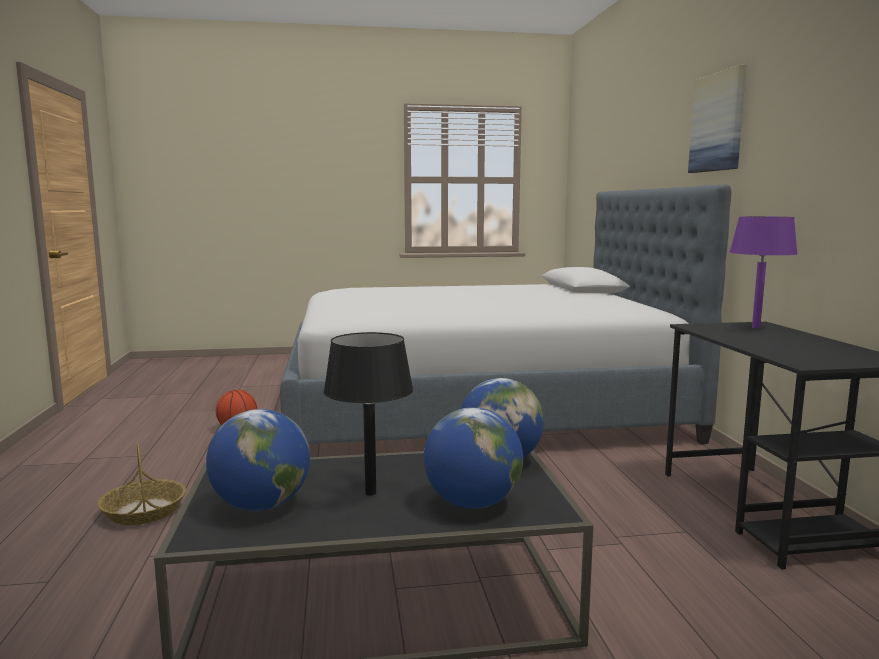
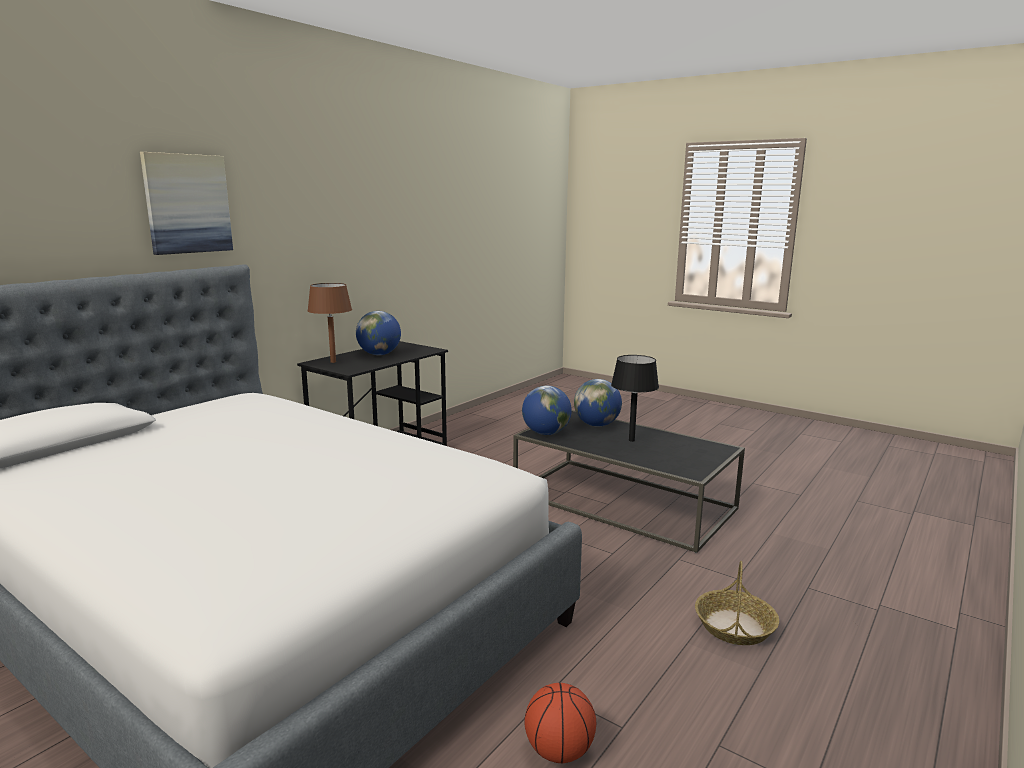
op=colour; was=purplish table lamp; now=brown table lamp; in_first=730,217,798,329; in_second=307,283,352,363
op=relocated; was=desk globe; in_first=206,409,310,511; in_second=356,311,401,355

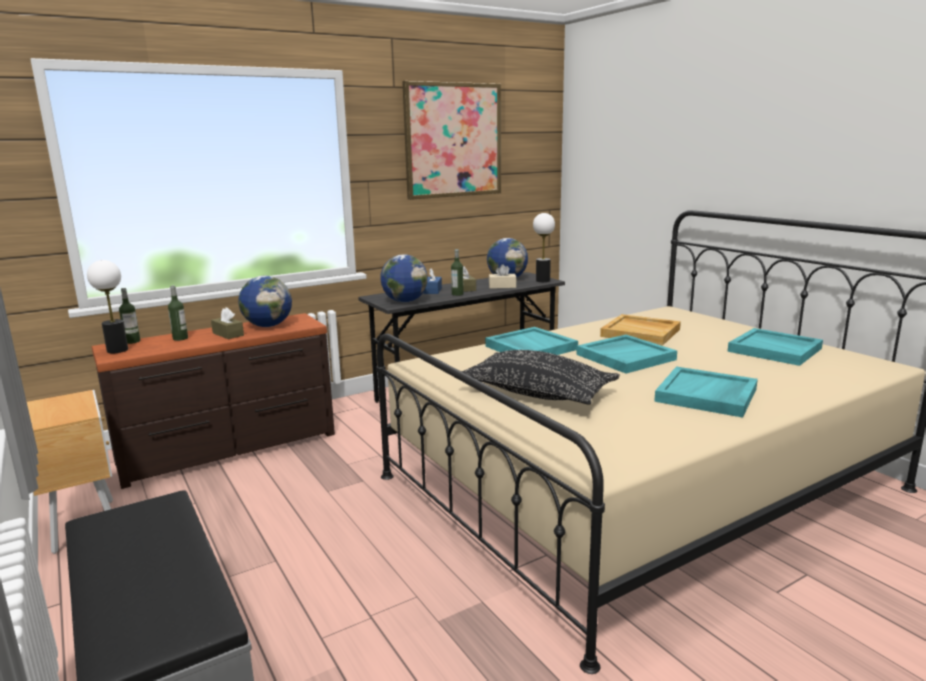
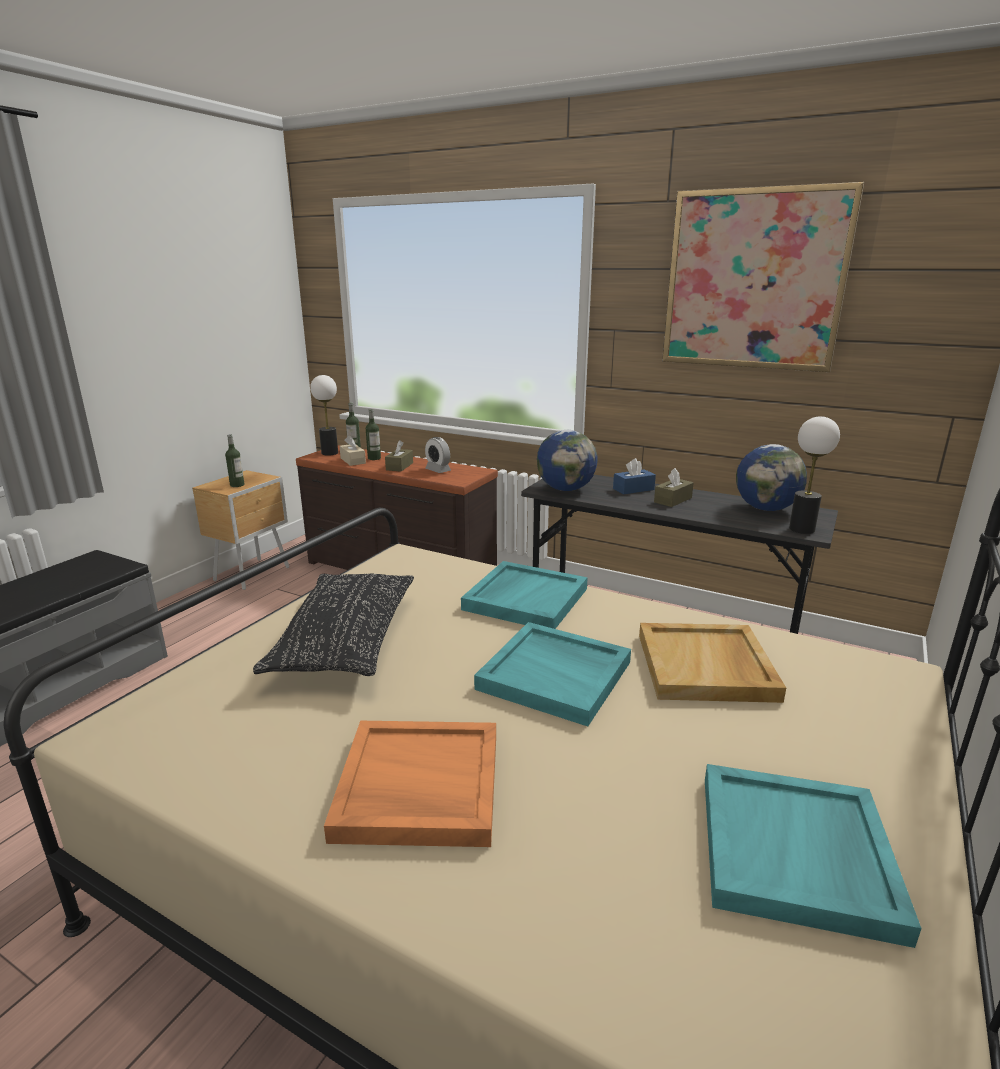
op=relocated; was=drink bottle; in_first=451,249,464,296; in_second=225,434,244,487
op=colour; was=blue-green carrying tray; now=orangey carrying tray; in_first=654,366,758,418; in_second=324,721,496,847
op=relocated; was=beige-coloured tissue box; in_first=489,264,517,288; in_second=340,435,366,466
op=exchanged; was=desk globe; now=alarm clock; in_first=238,276,292,327; in_second=425,437,451,473

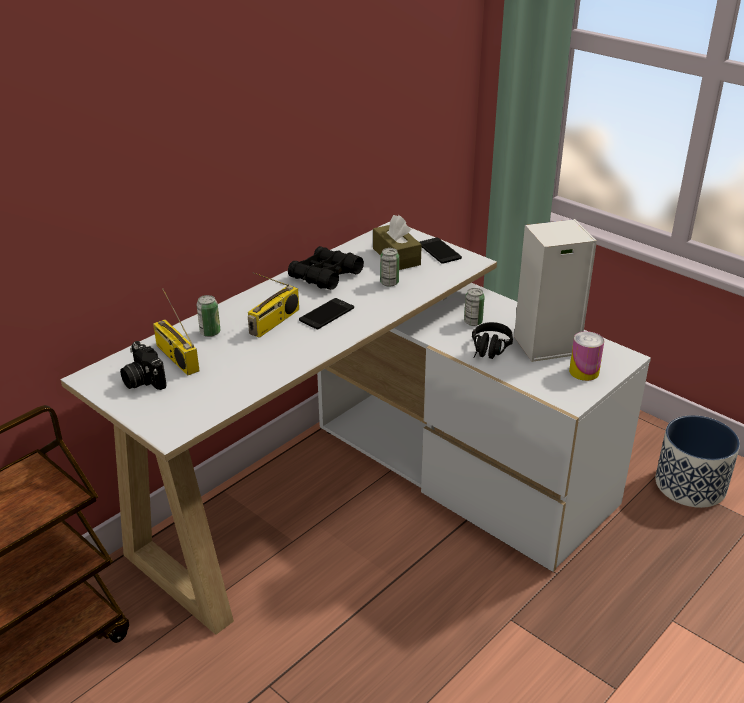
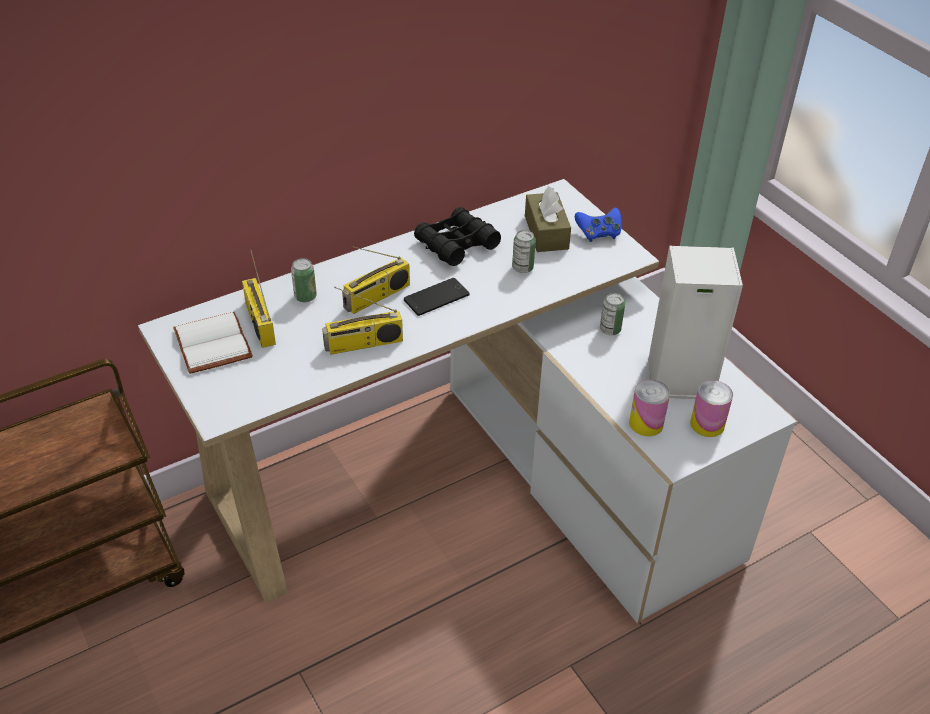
op=exchanged; was=still camera; now=white volume; in_first=120,341,166,390; in_second=173,312,253,374
op=appeared; now=radio receiver; in_second=322,287,403,355
op=exchanged; was=handset; now=bluish gamepad; in_first=419,238,462,264; in_second=575,208,622,242
op=appeared; now=can; in_second=629,379,670,436
op=missing; was=blackish pair of headphones; in_first=472,322,513,359
op=missing; was=flower pot; in_first=655,415,740,508

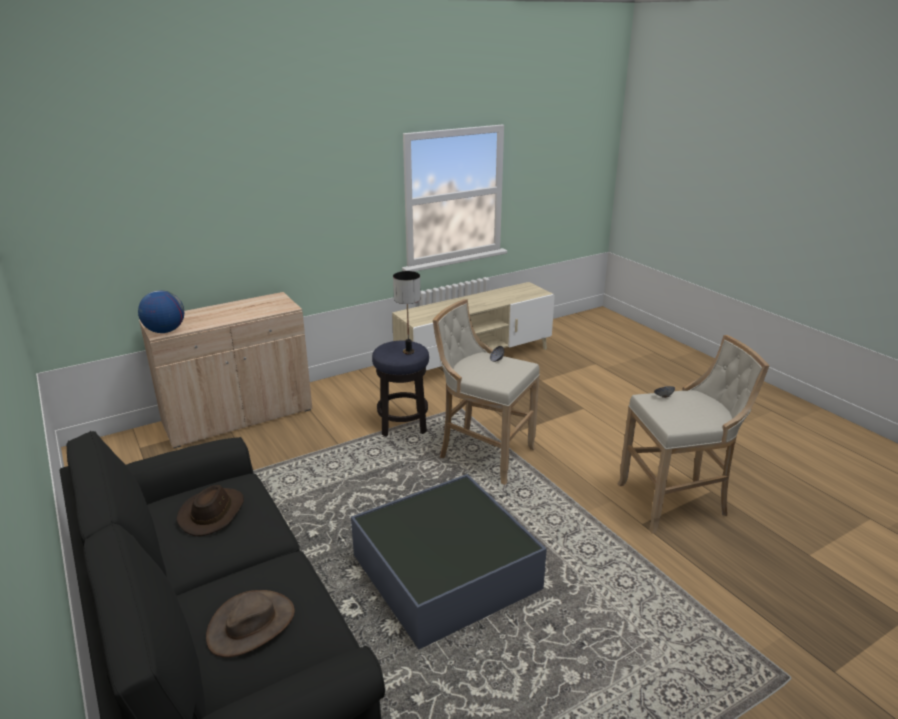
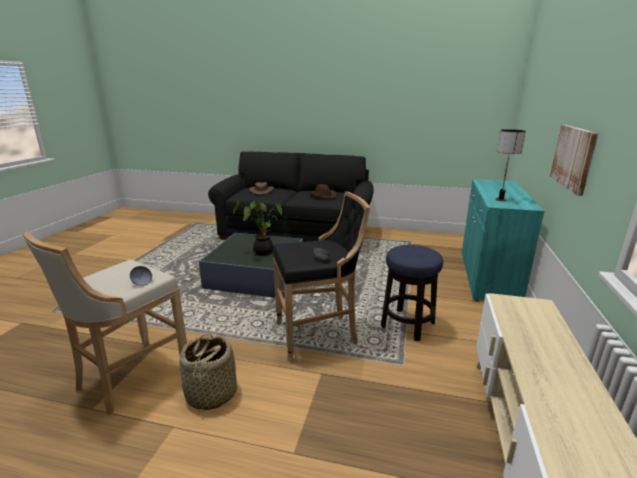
op=appeared; now=storage basket; in_second=179,333,237,412
op=appeared; now=plant in a pot; in_second=233,200,282,256
op=colour; was=beige-coloured stool seat; now=blackish stool seat; in_first=433,299,540,485; in_second=273,192,370,362
op=colour; was=beige-coloured cabinet; now=blue-green cabinet; in_first=139,292,313,448; in_second=462,179,545,302
op=relocated; was=table lamp; in_first=393,271,421,354; in_second=496,129,526,201
op=appeared; now=picture; in_second=550,125,599,196
op=missing; was=desk globe; in_first=138,290,184,333

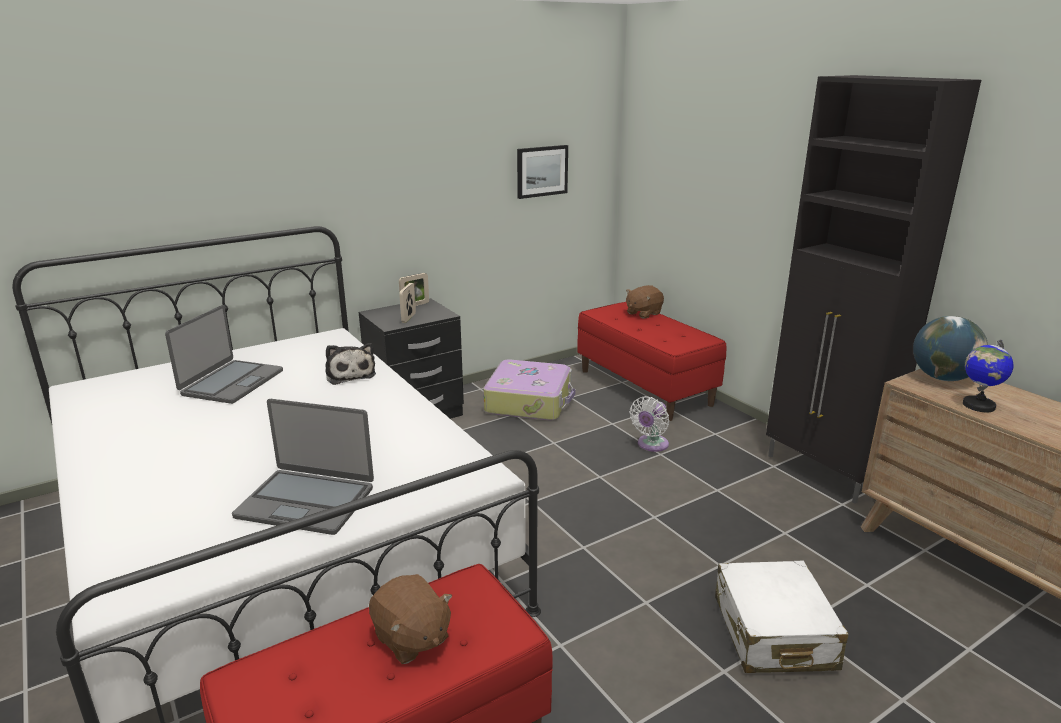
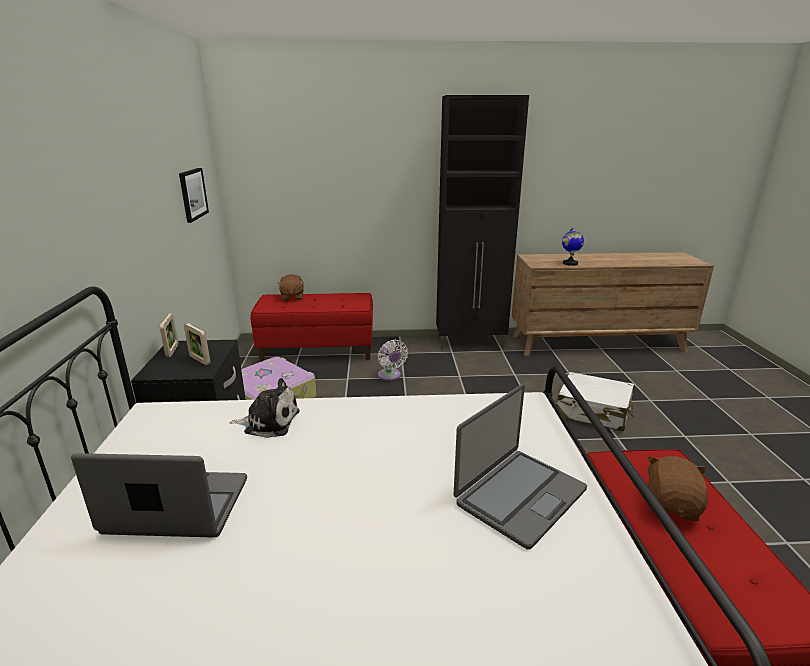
op=spun; was=notebook computer; in_first=165,305,283,404; in_second=71,453,247,538; clockwise=-45
op=spun; was=brown soft toy; in_first=369,574,452,664; in_second=647,456,708,521; clockwise=-60
op=missing; was=desk globe; in_first=913,316,988,381

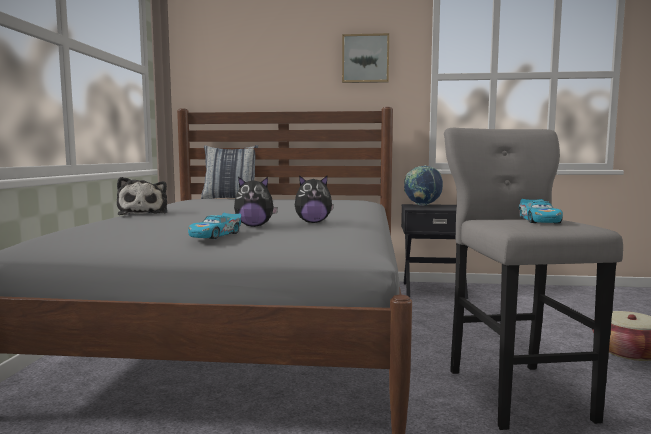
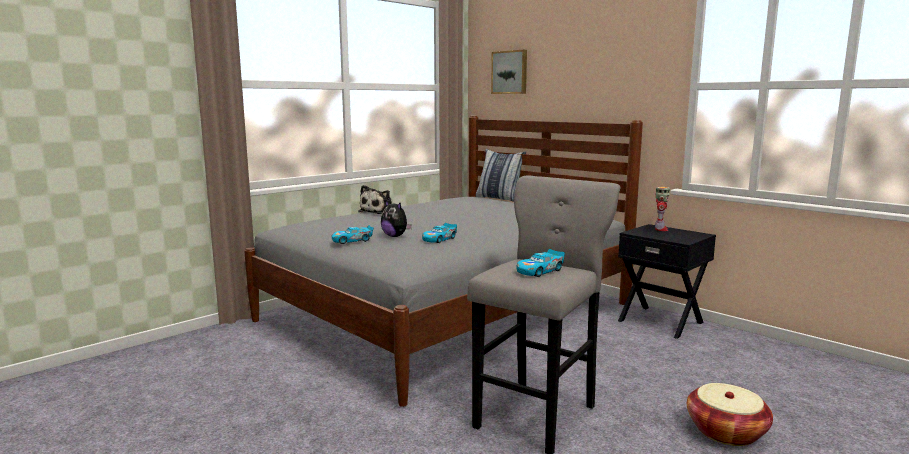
op=exchanged; was=soft toy; now=model car; in_first=295,175,334,223; in_second=422,223,457,243
op=relocated; was=picture; in_first=342,33,389,83; in_second=491,50,527,94
op=exchanged; was=desk globe; now=robot figure; in_first=404,165,443,206; in_second=655,187,670,231

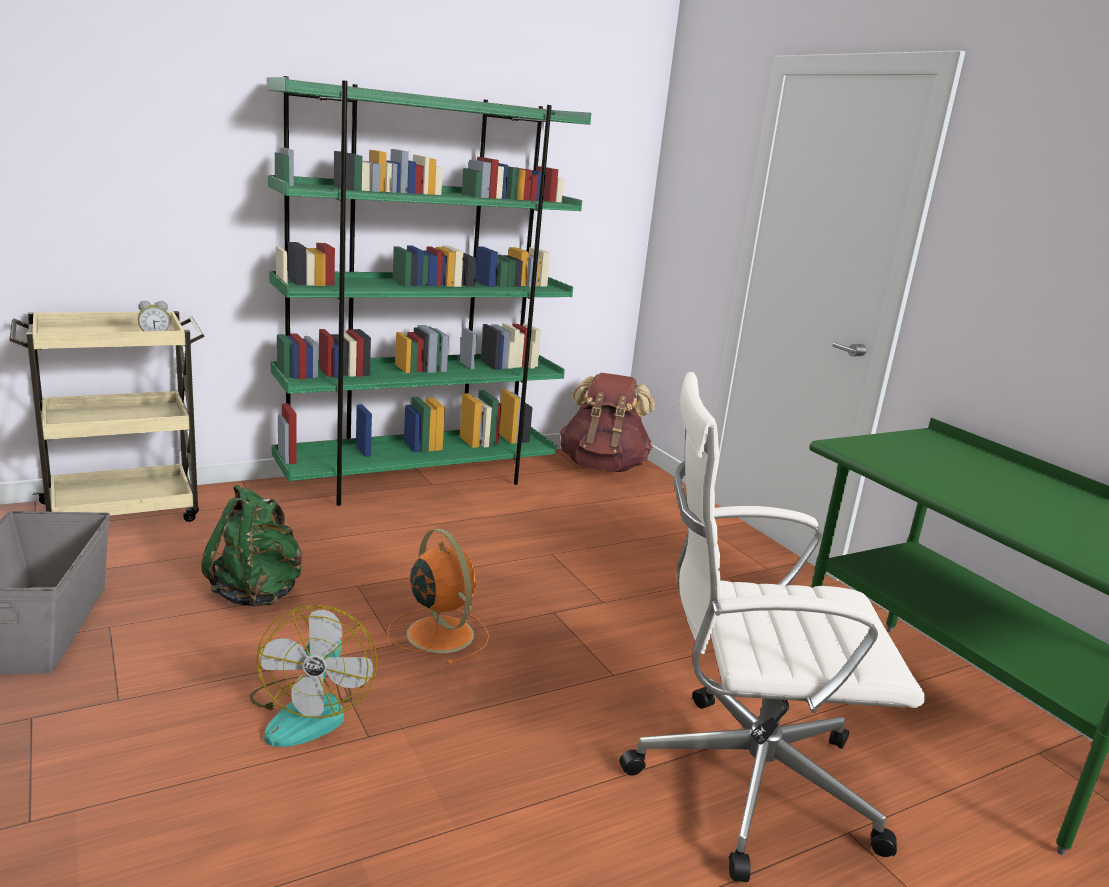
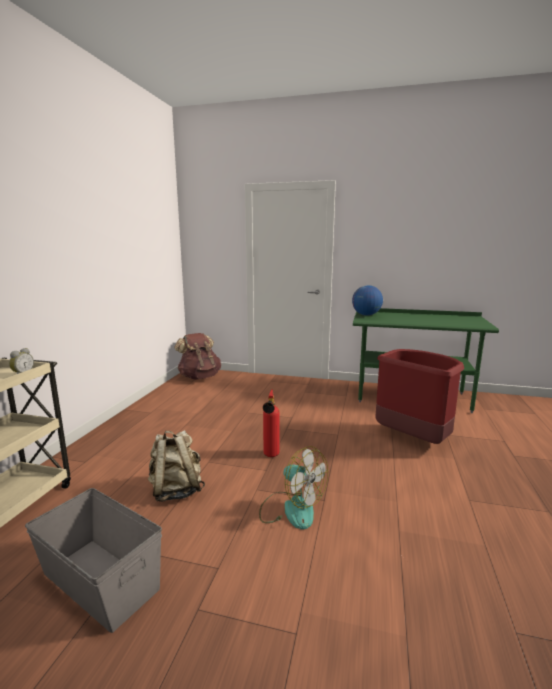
op=colour; was=green-coloured backpack; now=beige-coloured backpack; in_first=201,484,303,607; in_second=148,430,205,502
op=exchanged; was=orangey fan; now=fire extinguisher; in_first=387,529,489,665; in_second=263,389,280,457
op=appeared; now=desk globe; in_second=352,285,383,316
op=exchanged; was=white computer chair; now=red rubbish bin; in_first=620,372,925,882; in_second=375,349,464,444
op=missing; was=green-coloured shelving unit; in_first=267,76,591,506

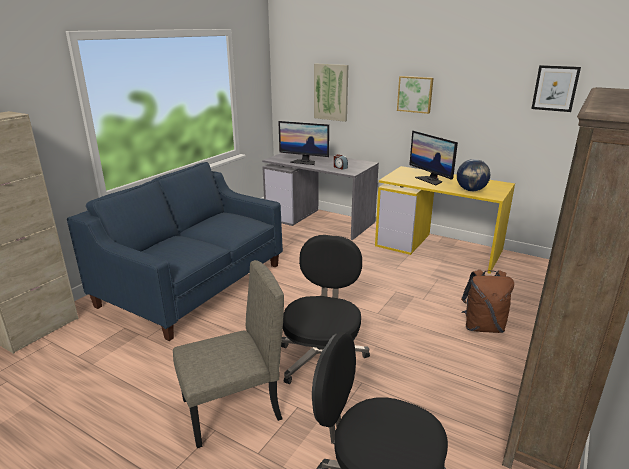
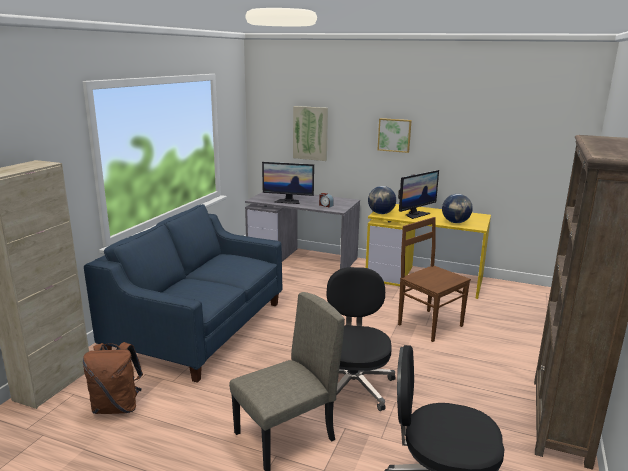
op=relocated; was=brown backpack; in_first=461,270,514,333; in_second=83,342,143,414
op=appeared; now=desk globe; in_second=368,186,396,214
op=spun; was=computer screen; in_first=409,131,458,185; in_second=398,170,439,219; clockwise=-90
op=appeared; now=brown plain chair; in_second=398,217,471,342
op=missing; was=picture; in_first=531,65,581,112

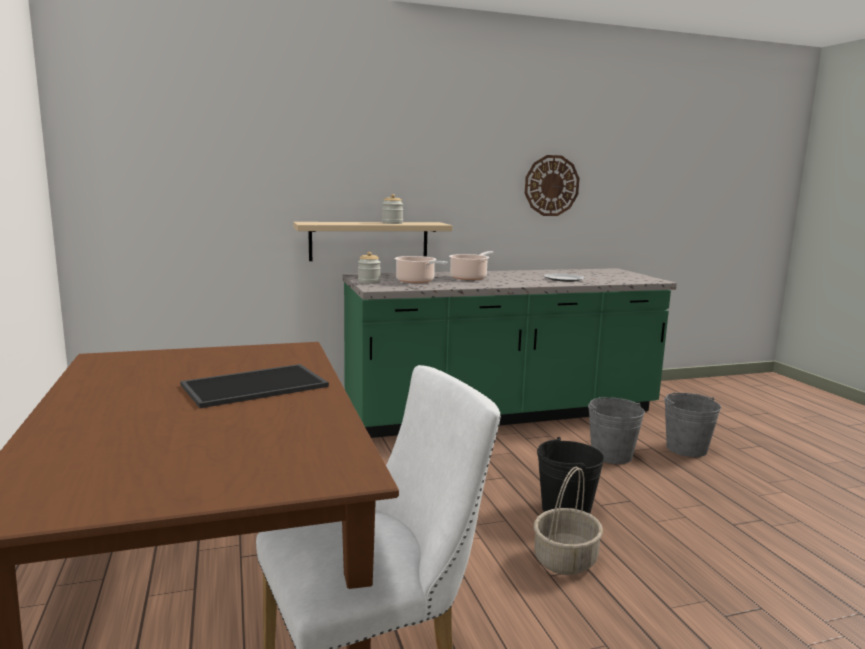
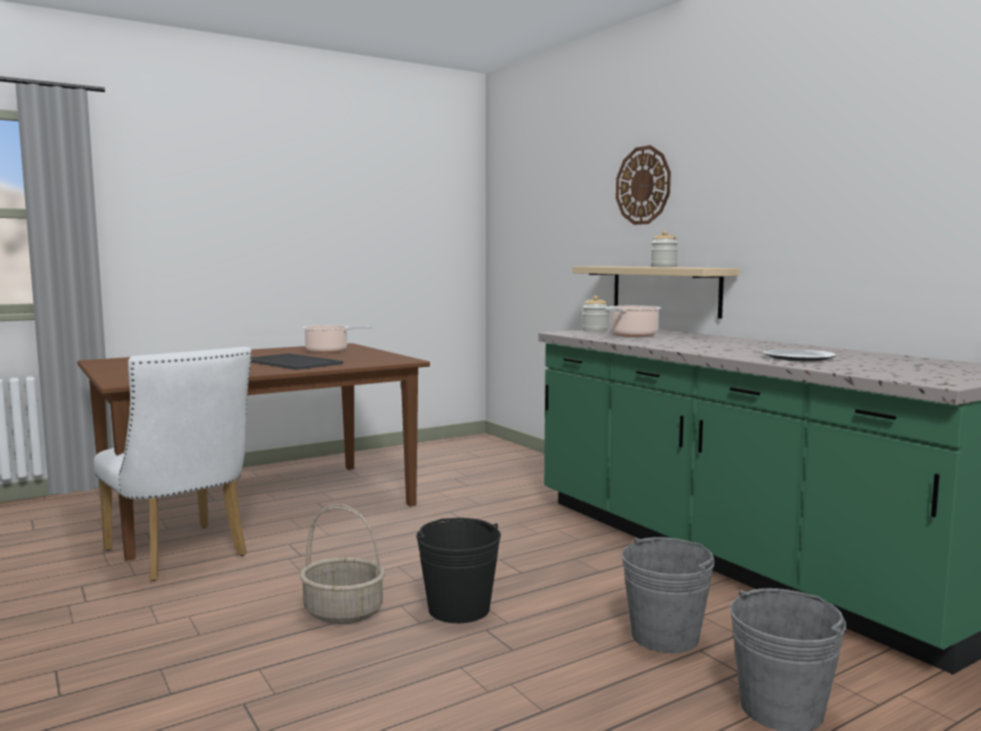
op=relocated; was=stockpot; in_first=449,251,493,280; in_second=303,325,372,353
op=relocated; was=clock on the wall; in_first=525,155,580,216; in_second=616,145,671,225

